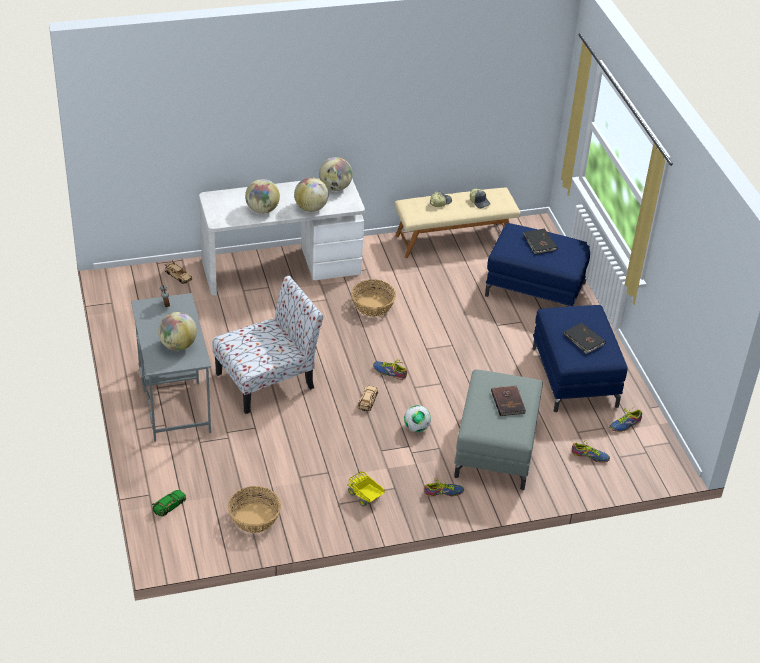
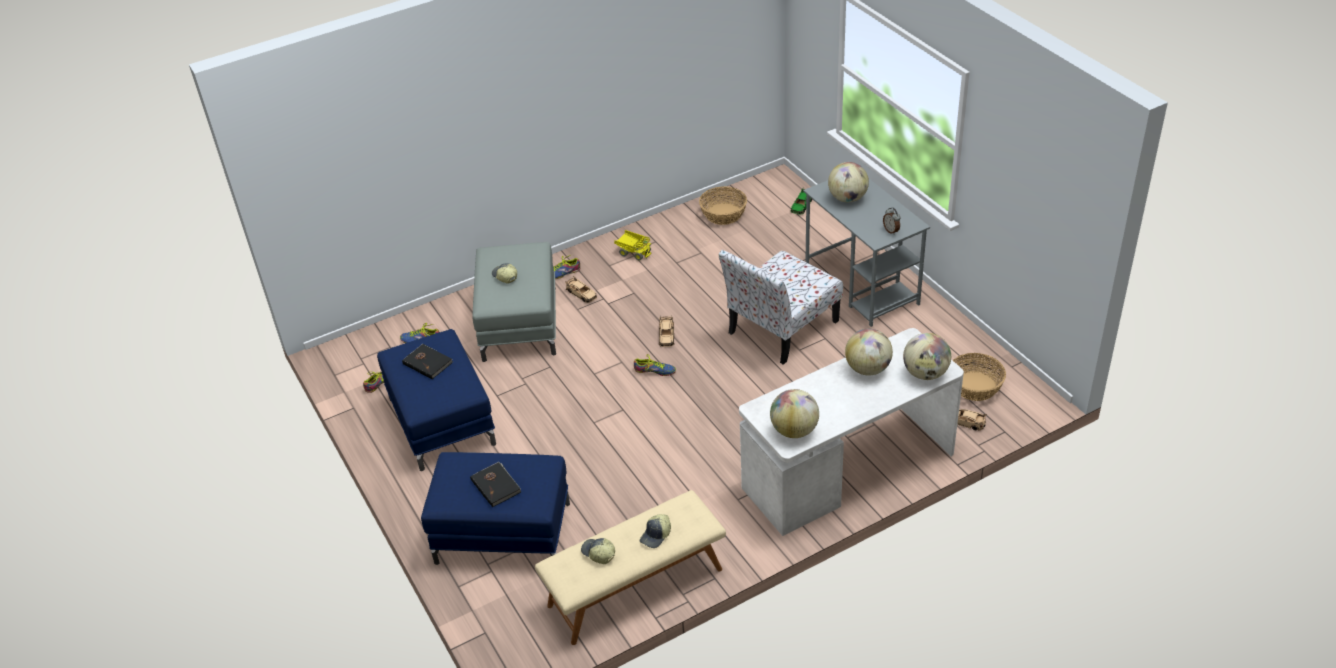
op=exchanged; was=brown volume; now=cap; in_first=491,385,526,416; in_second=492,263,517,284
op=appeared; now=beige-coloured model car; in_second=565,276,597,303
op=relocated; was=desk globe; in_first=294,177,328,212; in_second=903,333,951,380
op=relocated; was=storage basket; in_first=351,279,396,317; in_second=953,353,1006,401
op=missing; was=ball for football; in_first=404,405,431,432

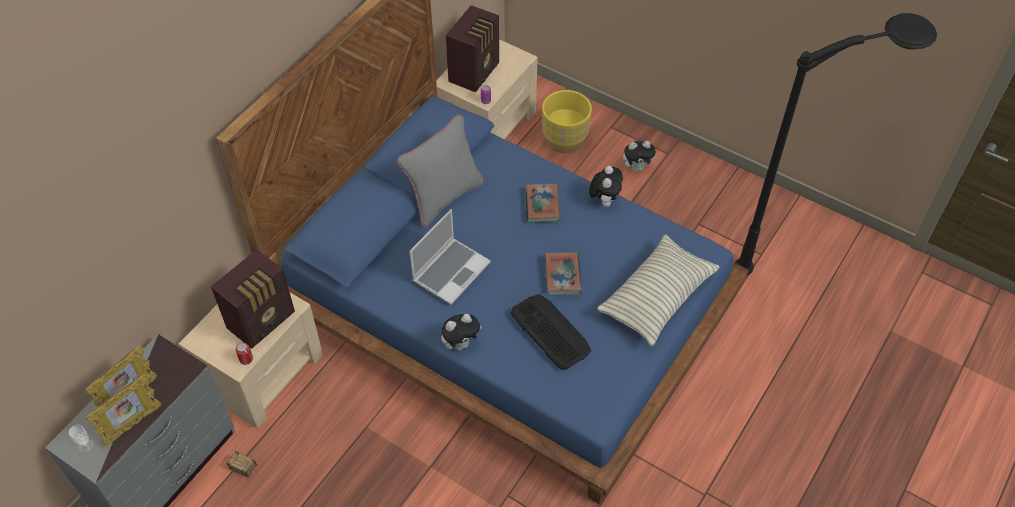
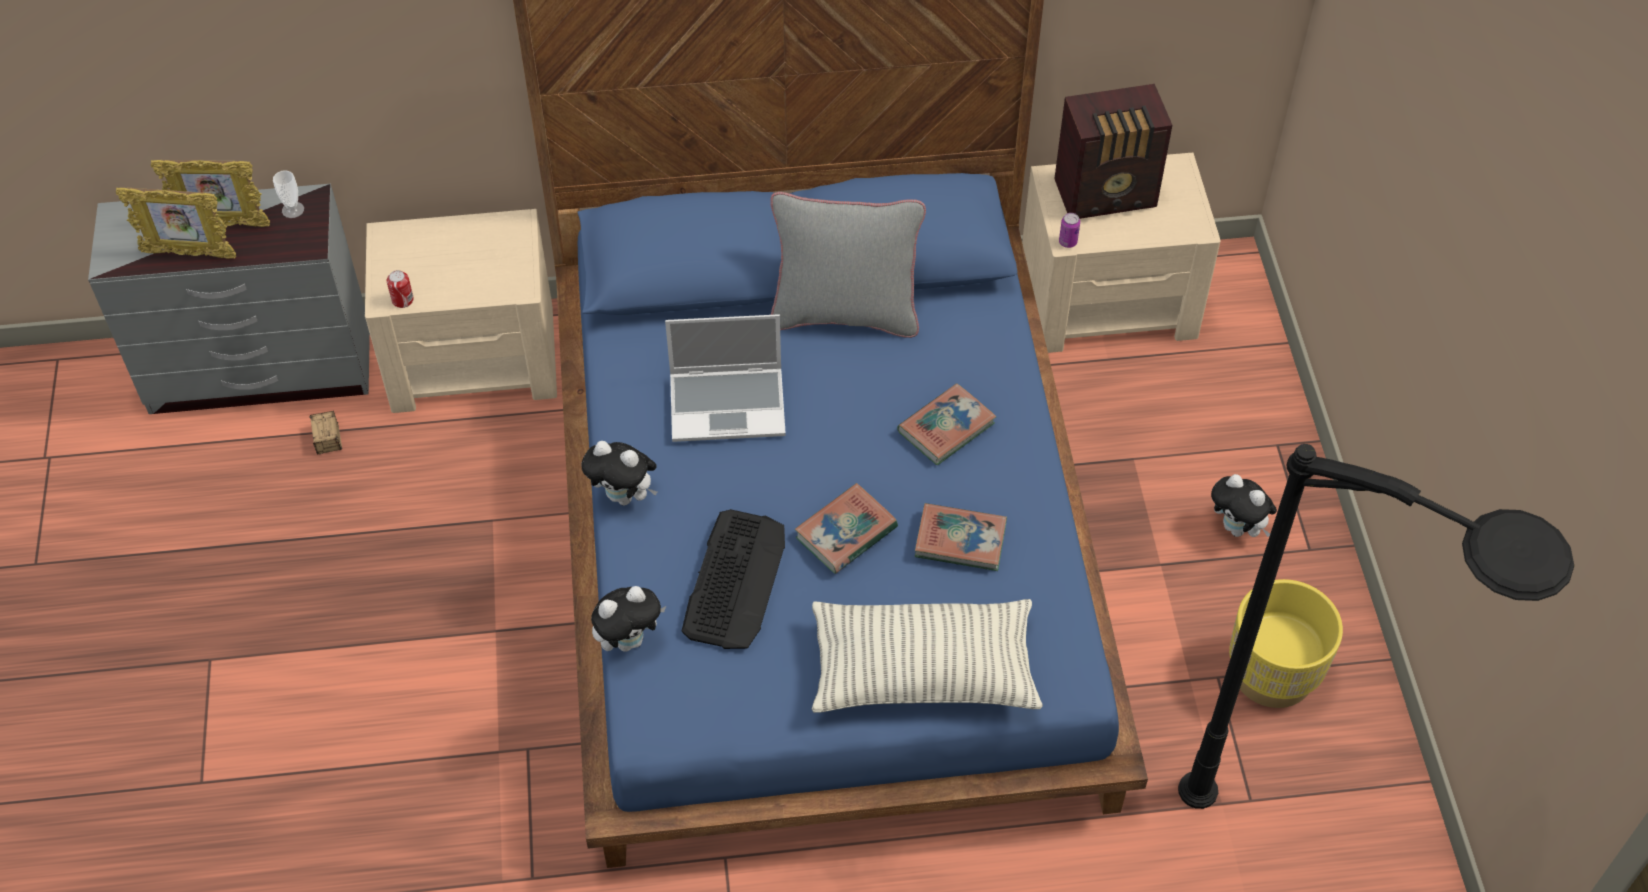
op=relocated; was=small cup; in_first=69,425,94,453; in_second=273,170,304,218
op=relocated; was=soft toy; in_first=589,166,623,207; in_second=591,586,666,652
op=appeared; now=volume; in_second=915,503,1007,571
op=relocated; was=yellowish flower pot; in_first=542,90,592,153; in_second=1229,579,1343,708
op=missing; was=radio receiver; in_first=211,249,295,349

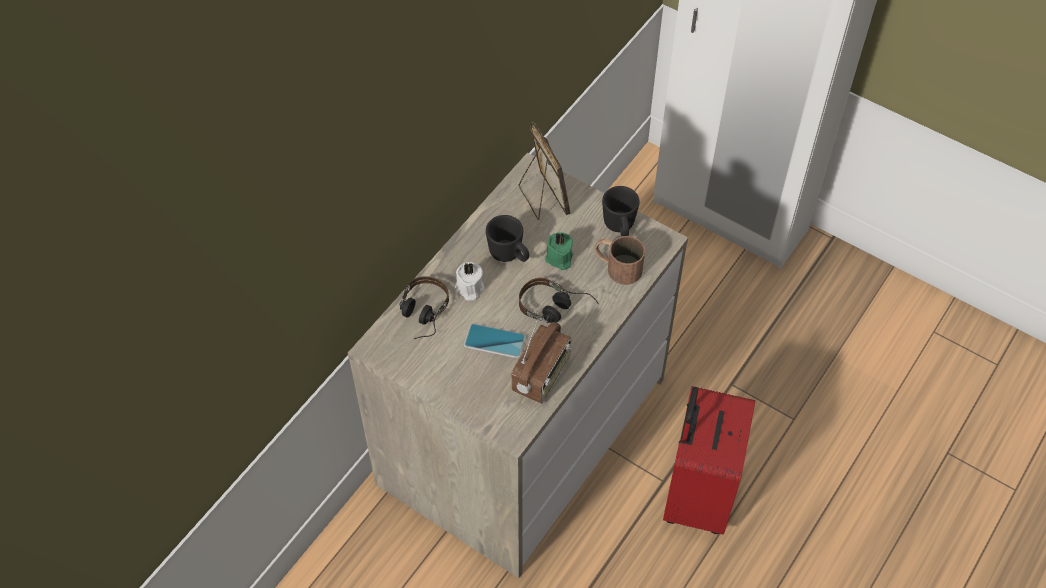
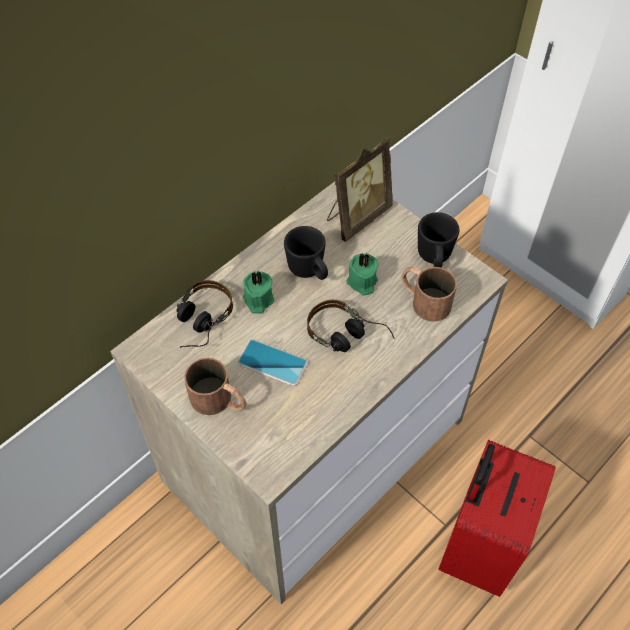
op=appeared; now=brown coffee mug; in_second=184,357,247,415
op=colour; was=white wax light; now=green-coloured wax light; in_first=455,262,484,301; in_second=243,271,274,314
op=spun; was=photo frame; in_first=519,121,571,220; in_second=327,137,393,242; clockwise=60
op=missing; was=radio receiver; in_first=511,319,571,404

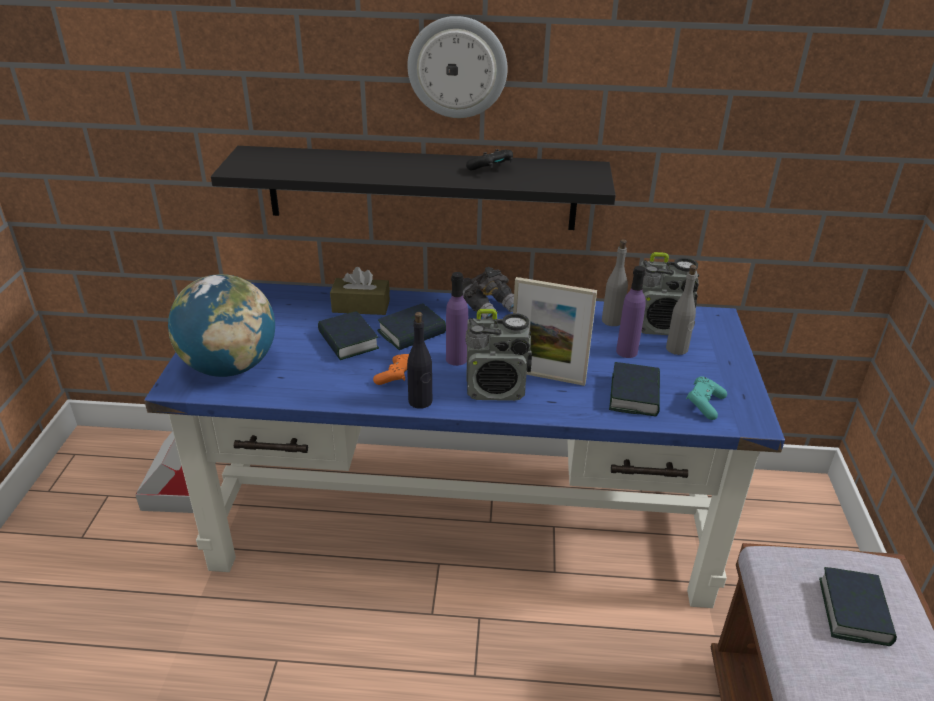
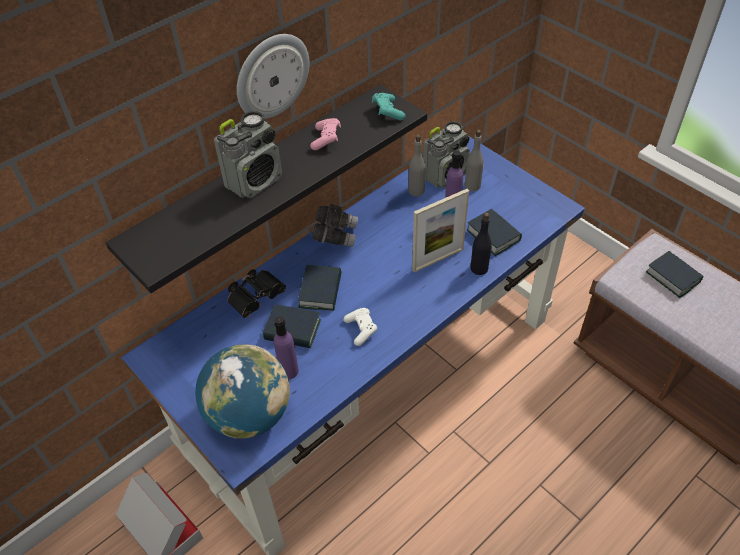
op=relocated; was=radio receiver; in_first=466,309,532,401; in_second=214,111,282,198
op=exchanged; was=brown tissue box; now=blackish field glasses; in_first=330,267,390,315; in_second=227,269,286,318
op=relocated; was=purplish drink bottle; in_first=446,272,468,366; in_second=274,316,299,379
op=colour; was=blackish gamepad; now=pinkish gamepad; in_first=466,149,513,170; in_second=310,118,341,150
op=colour; was=orangey gamepad; now=white gamepad; in_first=373,354,409,385; in_second=344,308,378,346
op=relocated; was=blue-green gamepad; in_first=686,376,727,420; in_second=372,93,406,120
op=relocated; was=blackish drink bottle; in_first=407,312,432,409; in_second=470,212,492,275

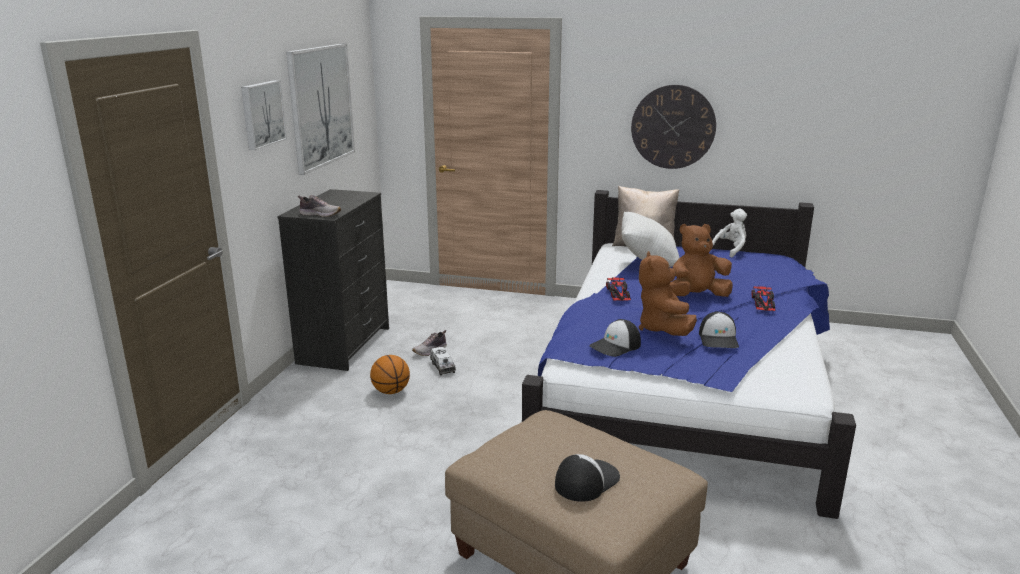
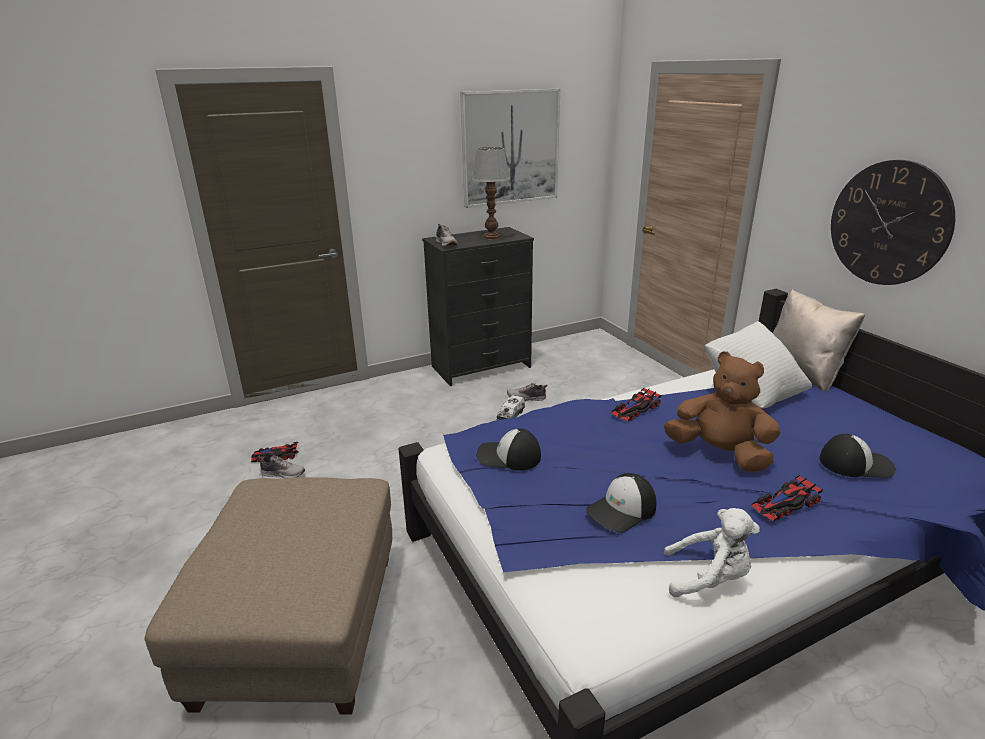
op=appeared; now=model car; in_second=251,442,299,462
op=appeared; now=low shoe; in_second=257,455,305,479
op=appeared; now=table lamp; in_second=472,147,510,240
op=relocated; was=white soft toy; in_first=712,208,747,257; in_second=664,508,760,597
op=relocated; was=cap; in_first=555,454,620,502; in_second=819,434,896,478
op=missing; was=picture; in_first=241,80,287,150
op=missing; was=ball for basketball; in_first=370,355,410,394
op=missing; was=brown soft toy; in_first=639,251,697,336

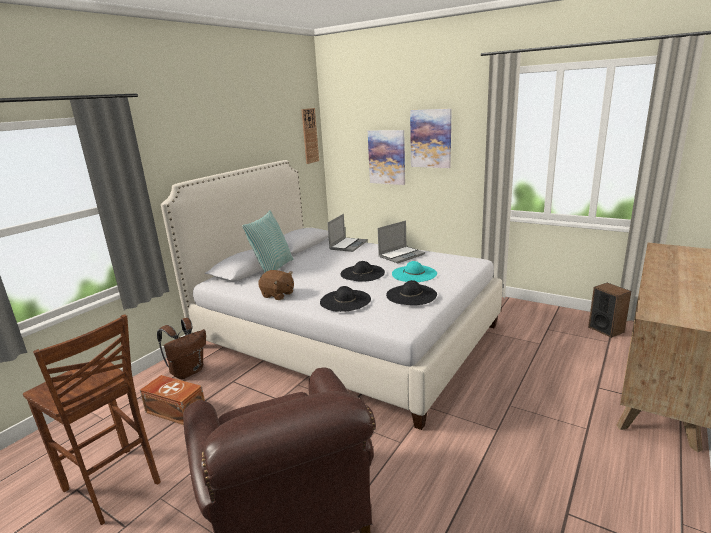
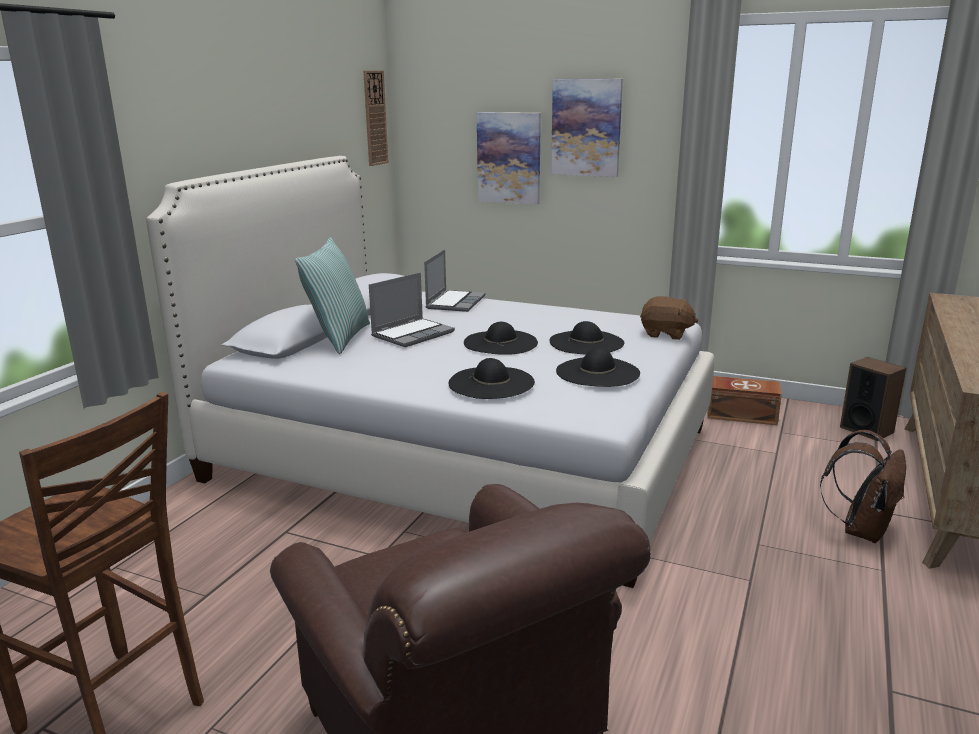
op=relocated; was=notebook computer; in_first=378,221,425,263; in_second=369,272,455,347
op=colour; was=blue-green hat; now=blackish hat; in_first=392,261,437,282; in_second=550,321,624,354
op=relocated; was=brown soft toy; in_first=258,270,294,300; in_second=640,296,698,340
op=relocated; was=brown storage container; in_first=140,375,205,425; in_second=707,376,782,425
op=relocated; was=brown backpack; in_first=157,318,206,379; in_second=820,430,906,543

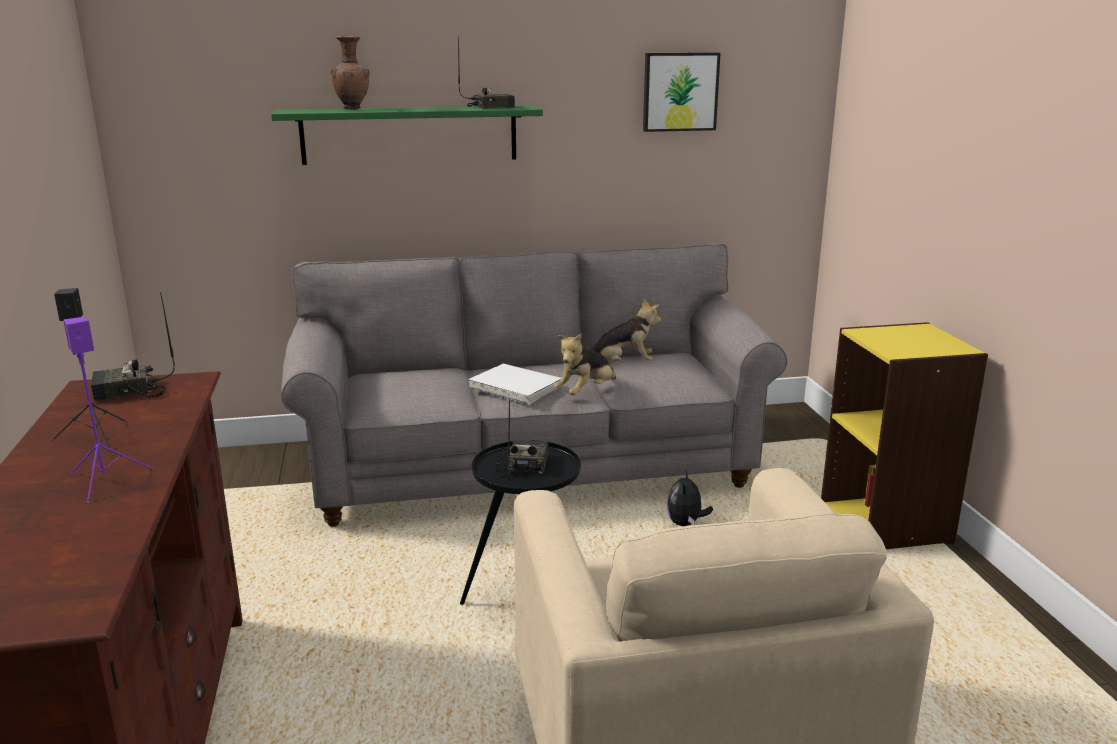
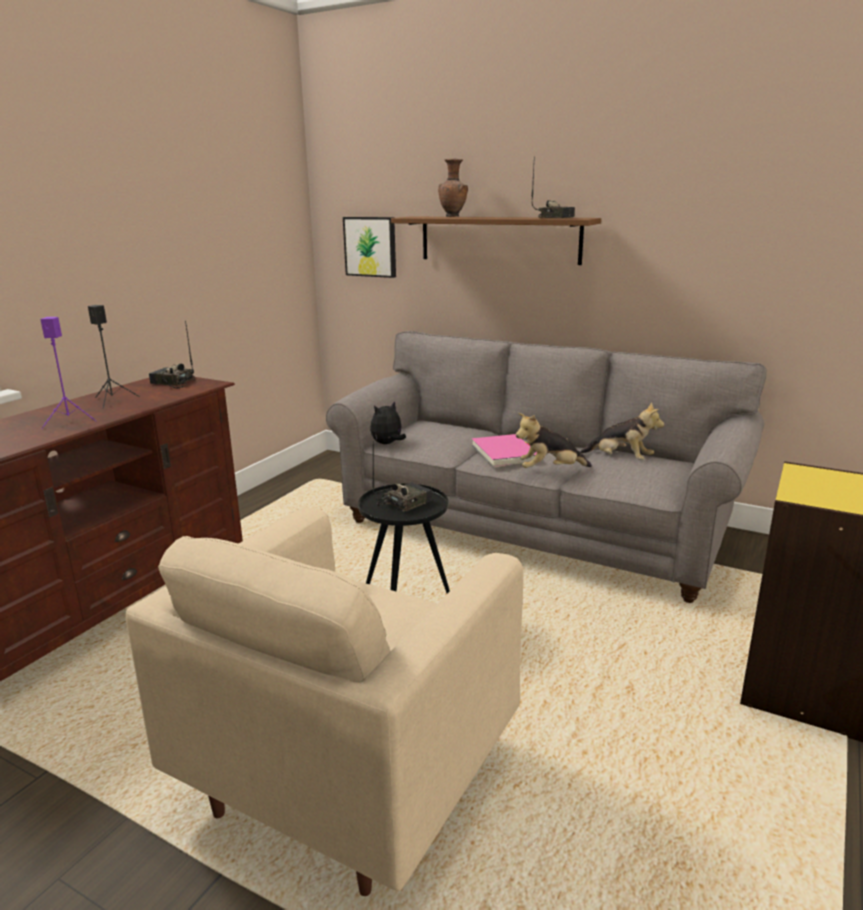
op=relocated; was=picture; in_first=643,52,720,132; in_second=343,217,396,278
op=relocated; was=soft toy; in_first=667,470,713,526; in_second=370,401,406,444
op=colour; was=green-coloured shelf; now=brown shelf; in_first=271,105,543,165; in_second=391,216,601,265
op=colour; was=white volume; now=pinkish volume; in_first=468,363,562,405; in_second=472,434,537,468

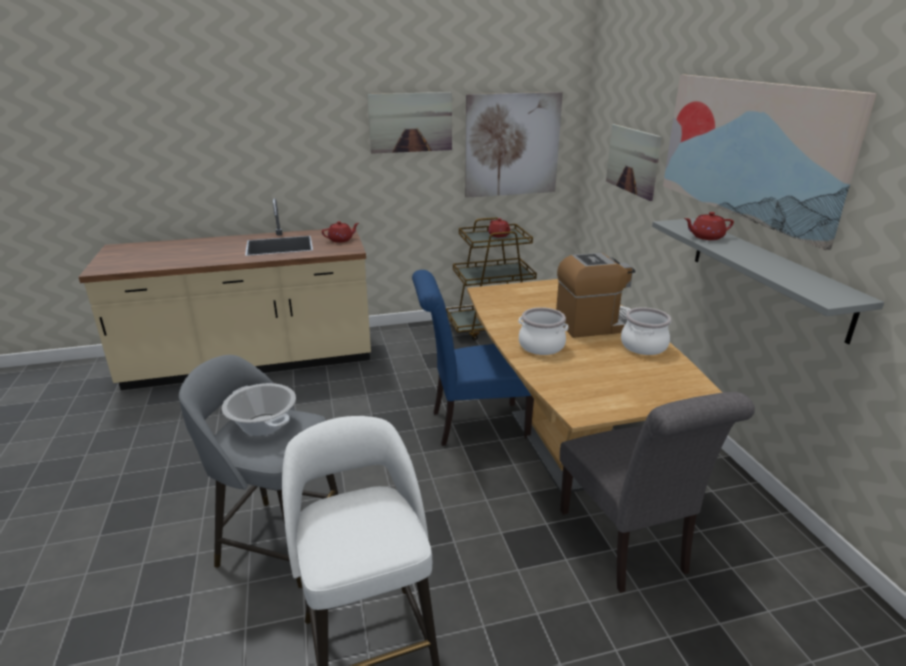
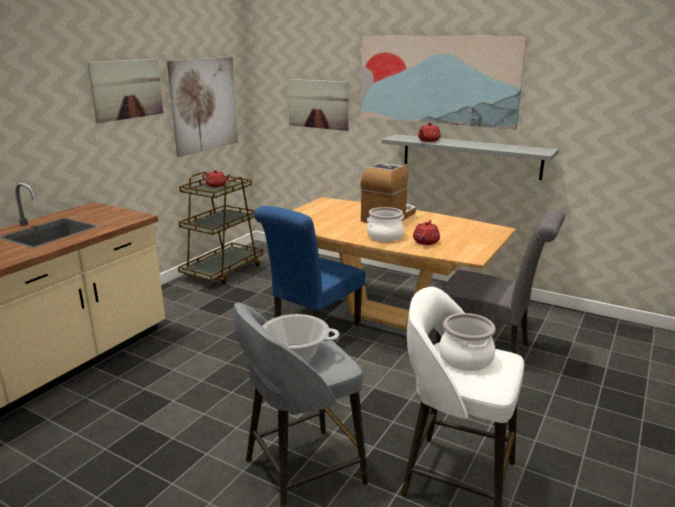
op=relocated; was=red teapot; in_first=322,221,359,243; in_second=413,220,440,245
op=relocated; was=stockpot; in_first=621,307,671,355; in_second=439,313,495,371

